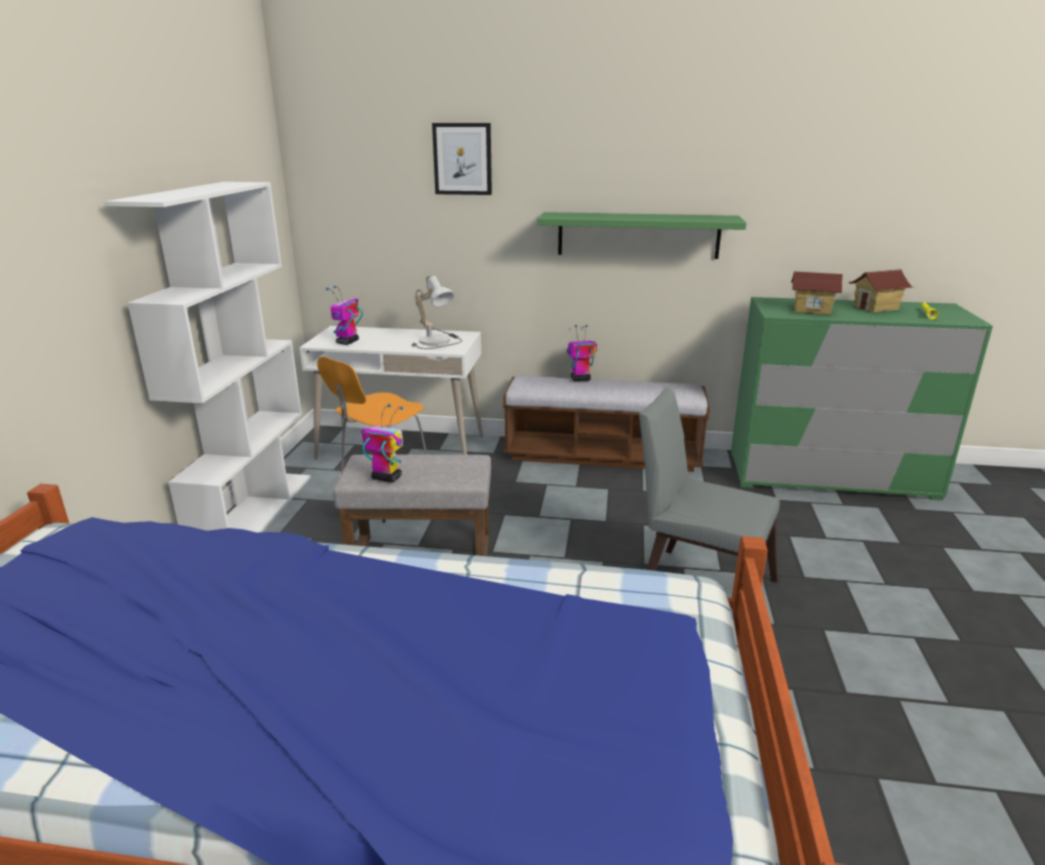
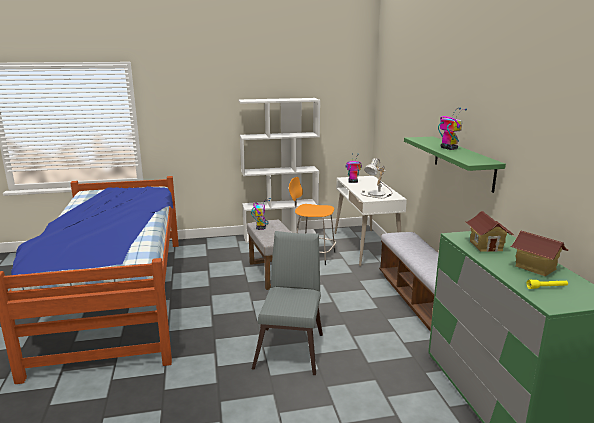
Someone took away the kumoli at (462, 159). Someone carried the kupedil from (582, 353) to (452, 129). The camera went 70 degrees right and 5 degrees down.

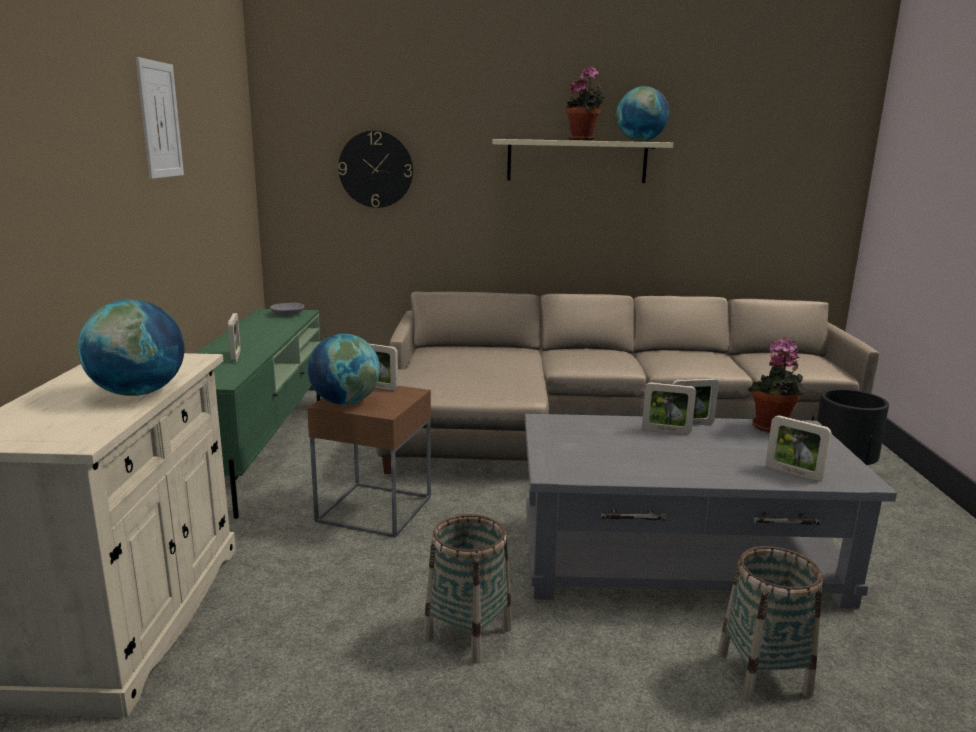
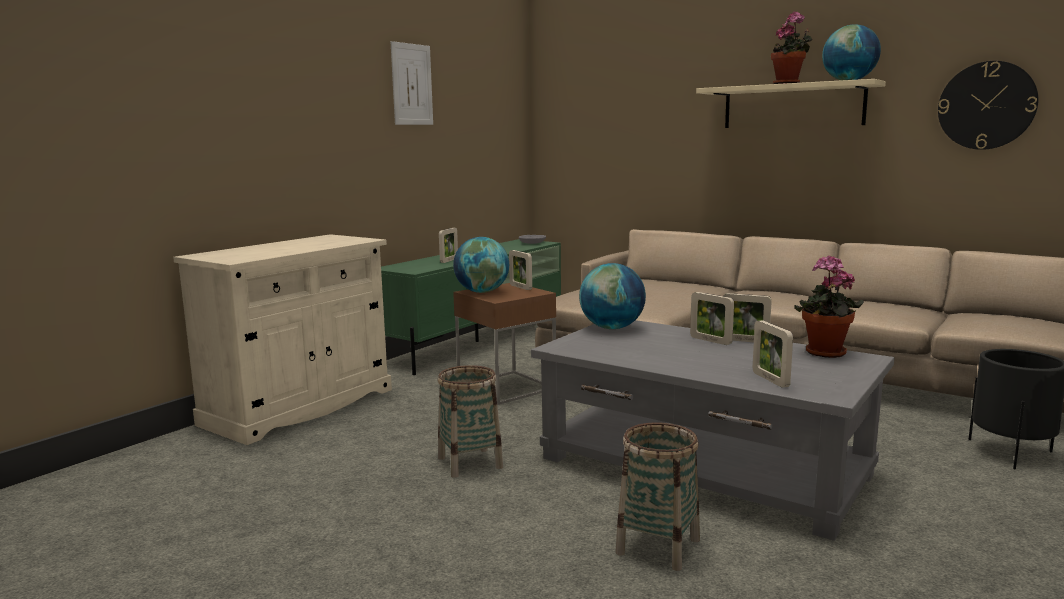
Someone carried the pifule from (131, 347) to (612, 296). Someone carried the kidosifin from (375, 169) to (988, 105). The camera went 35 degrees right and 5 degrees down.

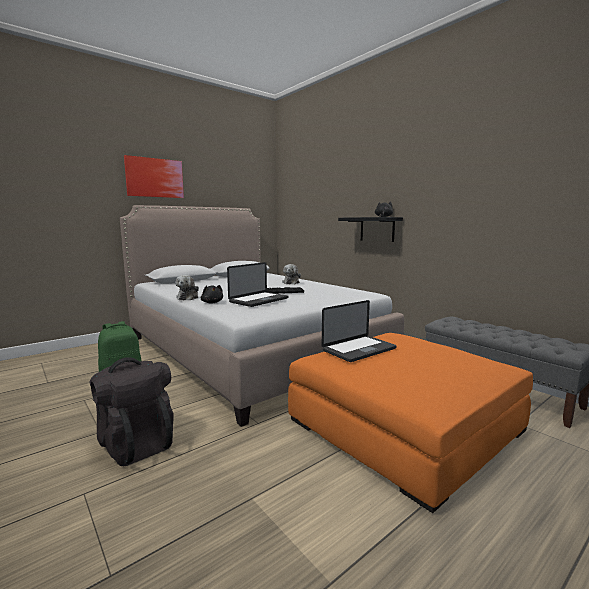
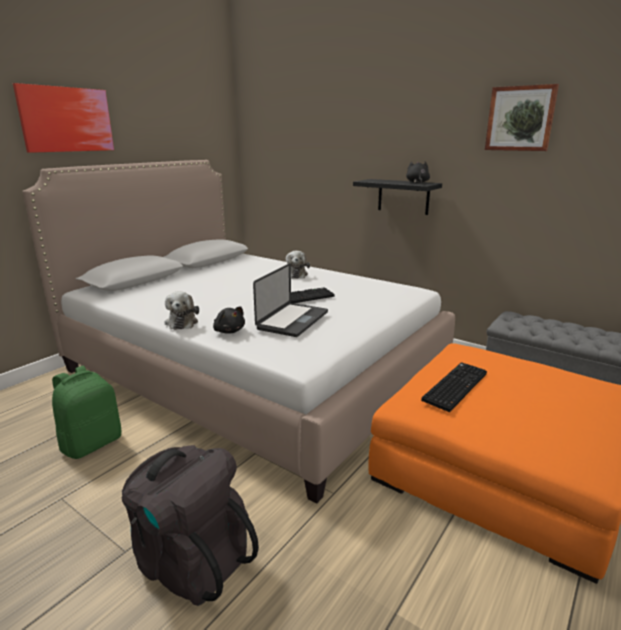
Someone put up the kumoli at (522, 117). Someone swapped the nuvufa at (359, 331) for the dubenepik at (454, 387). The camera went 15 degrees left and 10 degrees up.

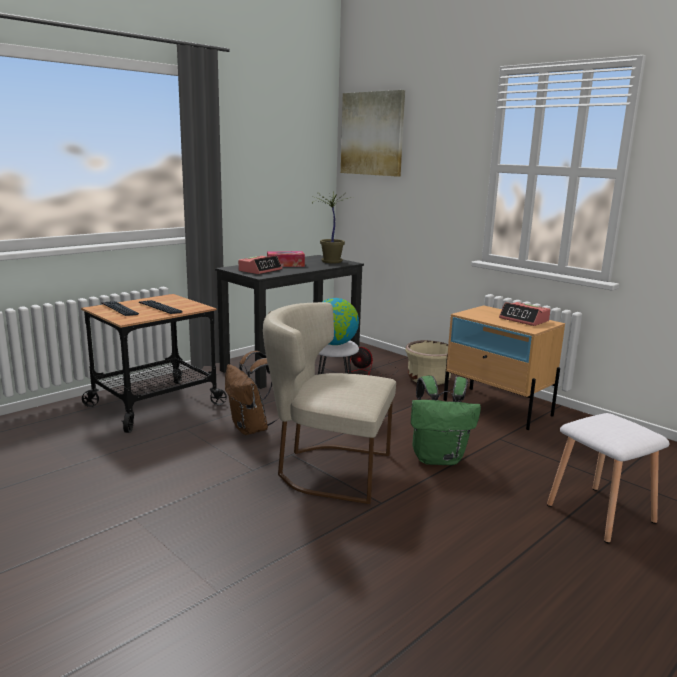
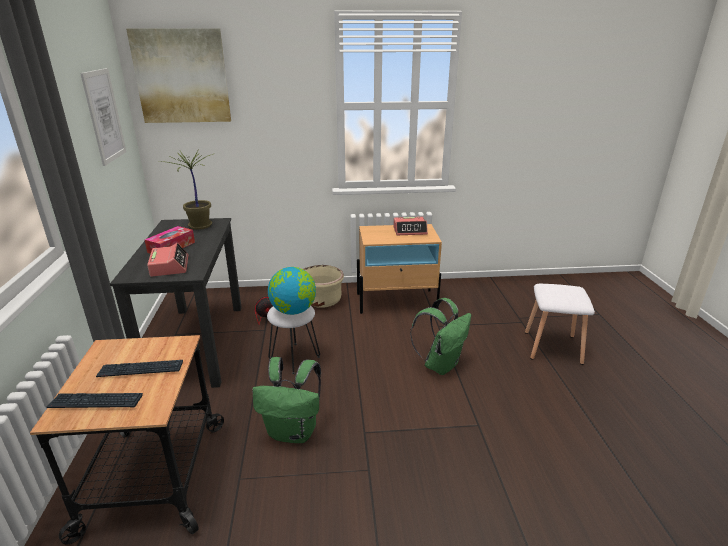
Someone took away the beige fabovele at (329, 403). Someone put up the kumoli at (103, 117). Someone repainted the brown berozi at (252, 393), which became the green berozi at (286, 400). The camera went 50 degrees left and 10 degrees up.

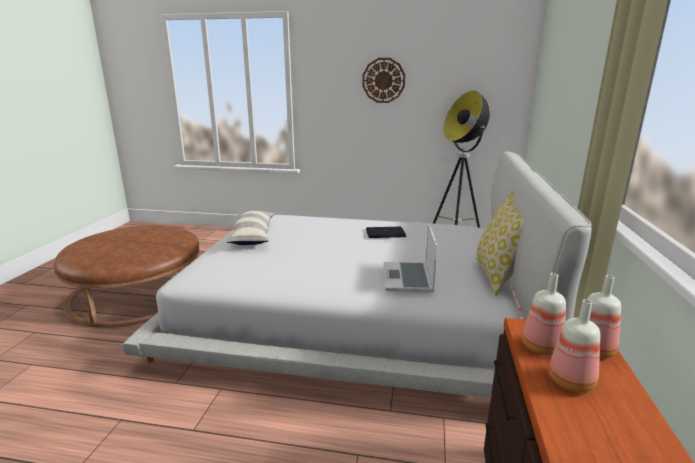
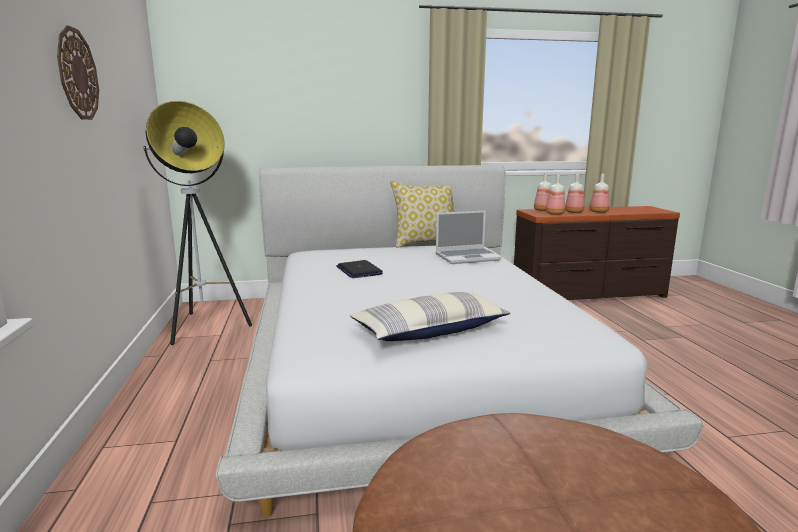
Someone put down the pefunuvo at (599, 193). The camera went 110 degrees left and 5 degrees down.

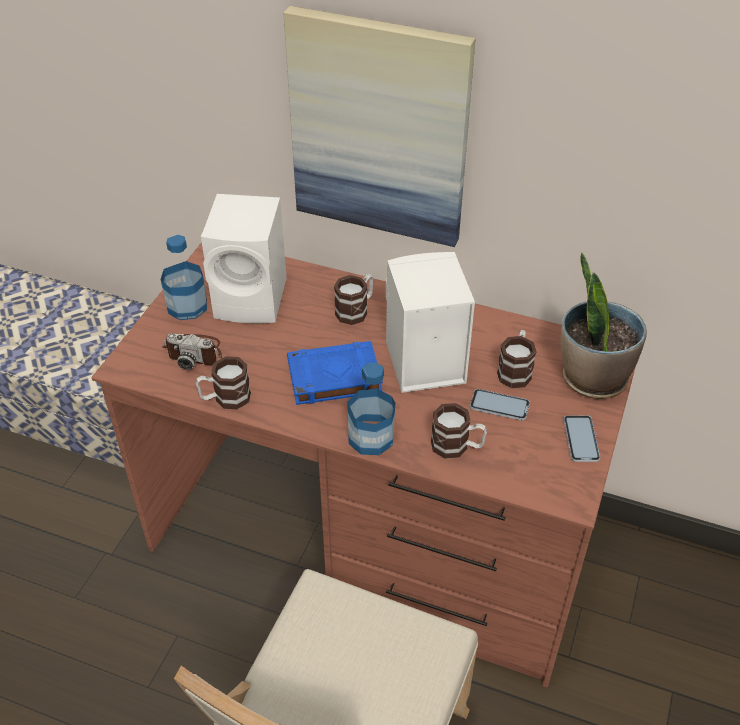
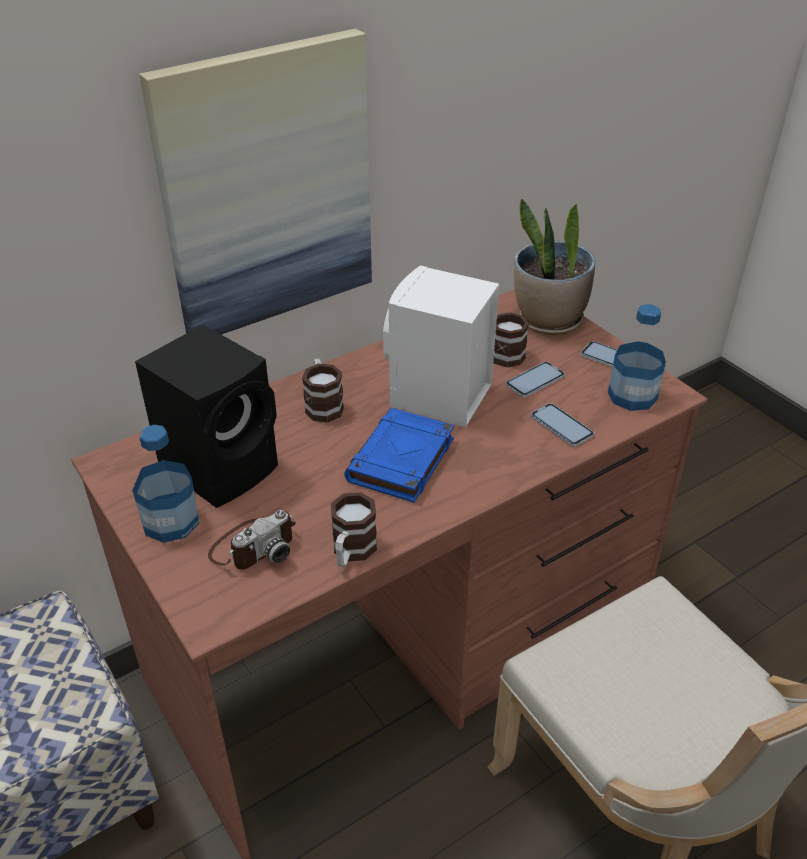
Someone carried the pefunuvo from (371, 408) to (637, 357). Someone swapped the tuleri at (459, 431) for the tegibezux at (562, 425). Someone repainted the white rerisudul at (243, 258), which became the black rerisudul at (206, 416). The camera went 55 degrees left and 5 degrees down.

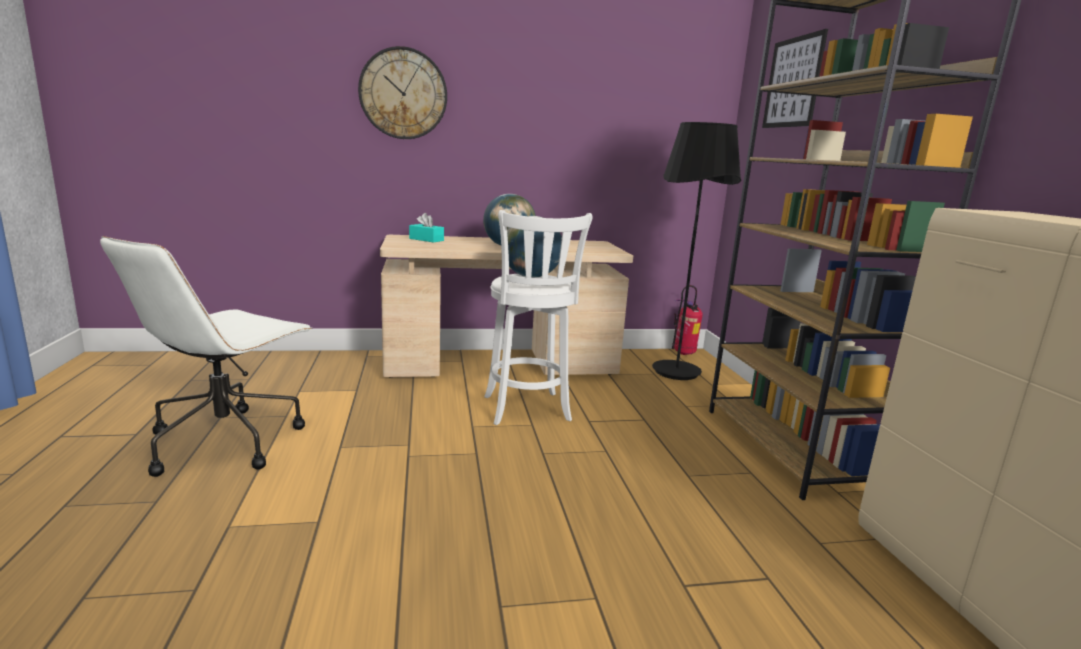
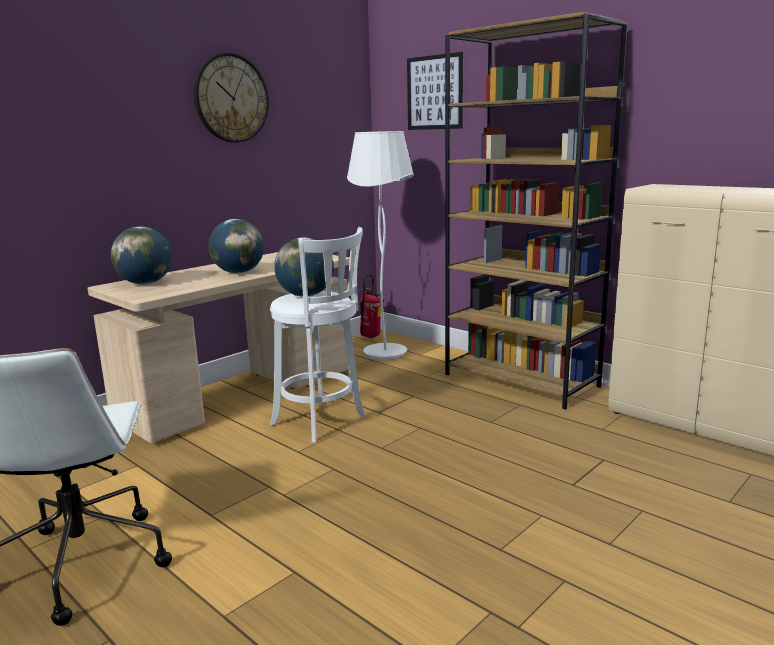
Someone carried the kidosifin from (402, 92) to (231, 98). Someone swapped the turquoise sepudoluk at (426, 228) for the pifule at (141, 255). Someone repainted the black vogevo at (696, 251), which became the white vogevo at (380, 245). The camera went 35 degrees left and 0 degrees up.

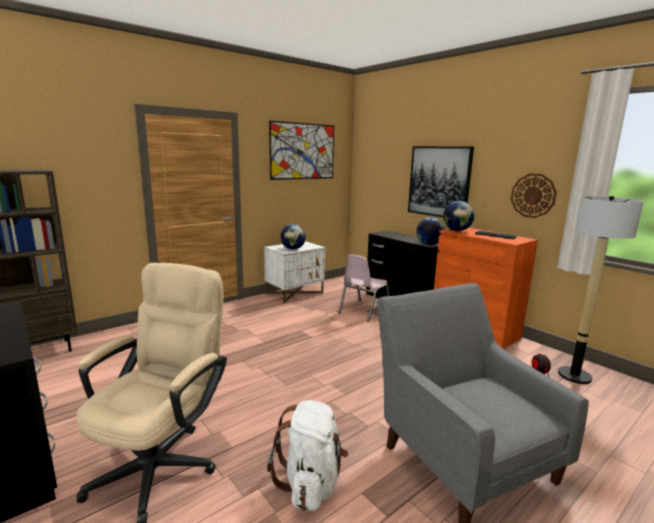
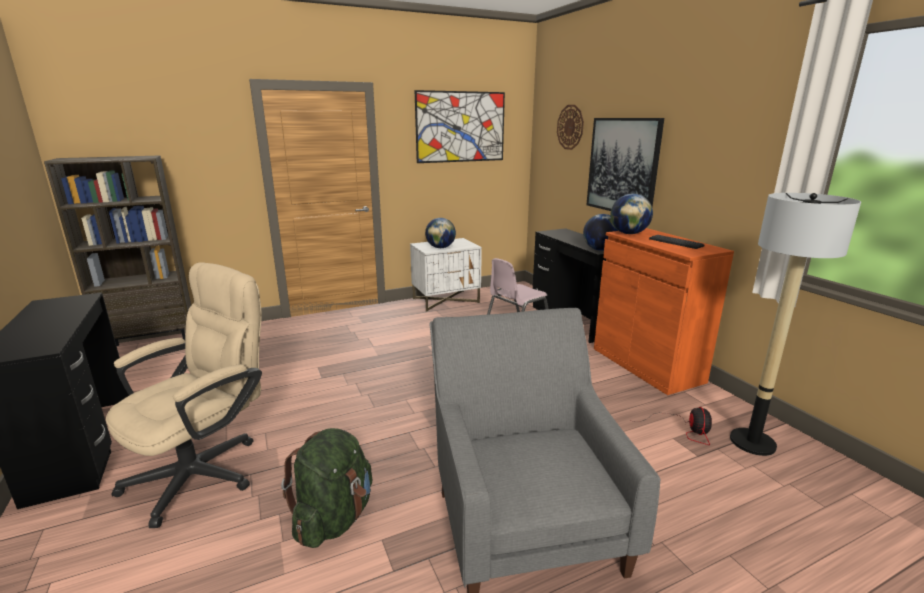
Someone carried the kidosifin from (534, 195) to (570, 127). Someone repainted the white berozi at (307, 455), which became the green berozi at (326, 488). The camera went 15 degrees right and 5 degrees up.

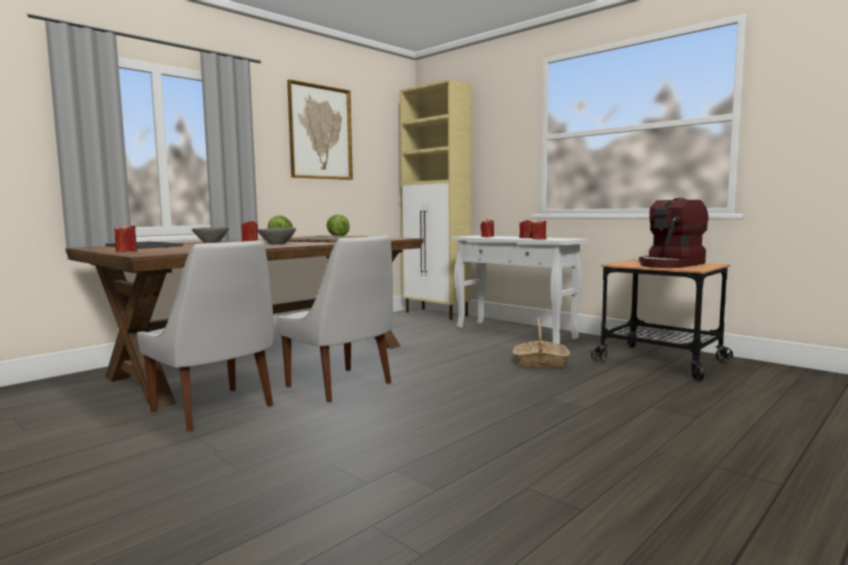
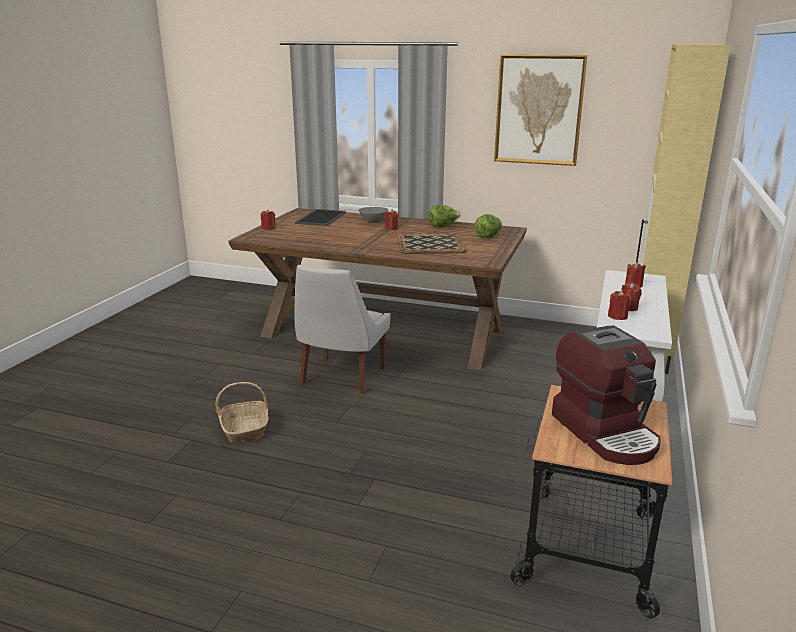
Someone took away the white fabovele at (205, 336). Someone took away the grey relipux at (276, 236). Someone carried the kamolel from (541, 342) to (242, 412). Someone rotated the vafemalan at (673, 233) by 135 degrees counterclockwise. The camera went 65 degrees right and 15 degrees up.

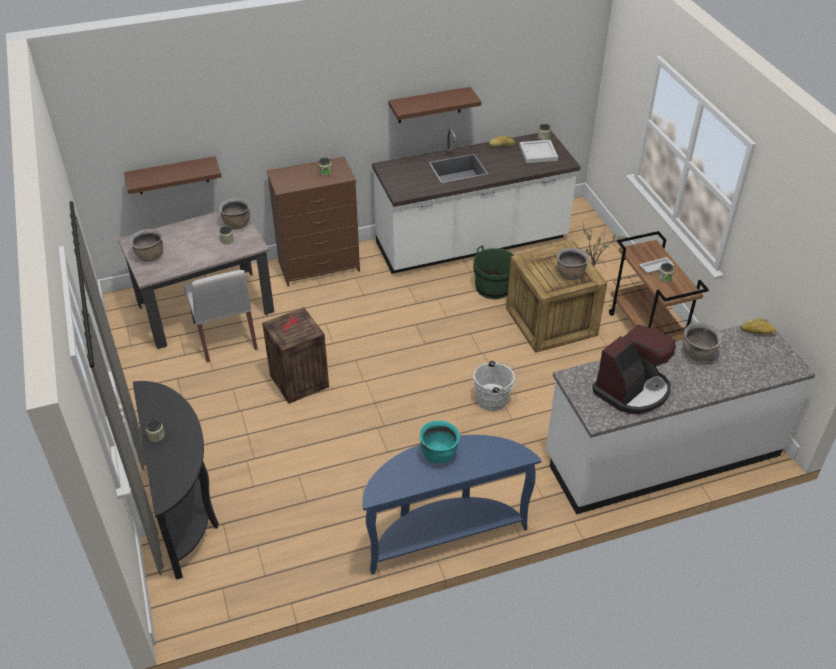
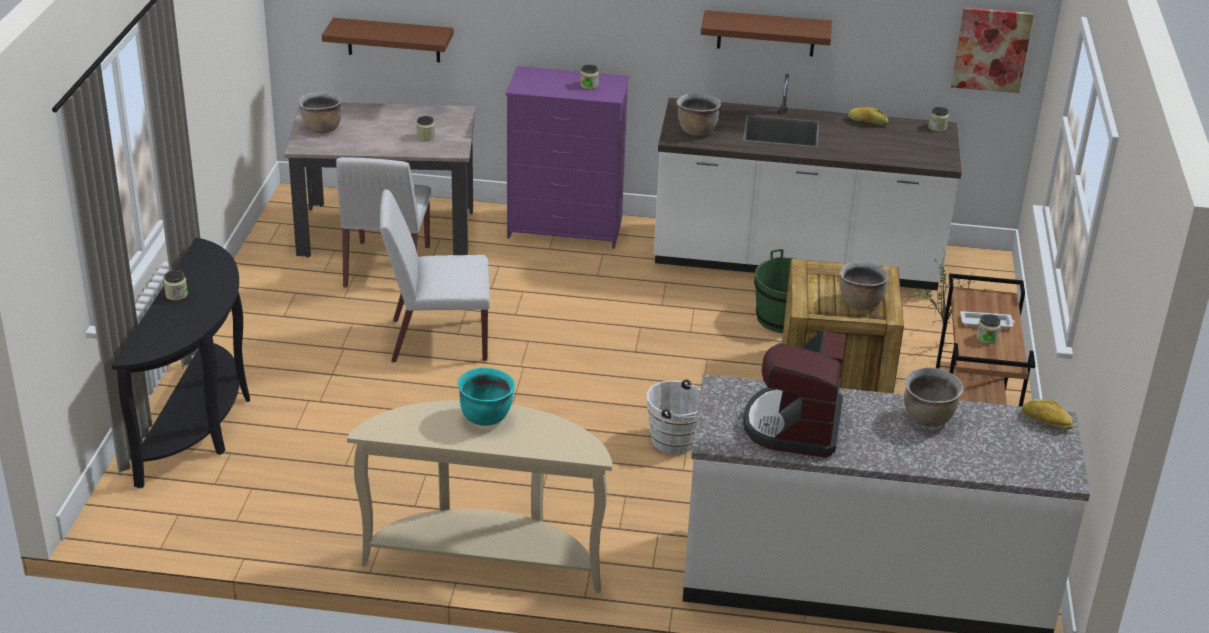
Someone took away the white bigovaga at (538, 151). Someone put up the kumoli at (992, 50). Someone carried the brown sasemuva from (234, 213) to (699, 114). Someone swapped the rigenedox at (295, 355) for the white fabovele at (435, 276). Someone repainted the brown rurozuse at (313, 221), which became the purple rurozuse at (567, 157). Someone repainted the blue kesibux at (451, 505), which became the beige kesibux at (479, 496). Someone rotated the vafemalan at (634, 369) by 120 degrees clockwise. The camera went 25 degrees right and 10 degrees down.

